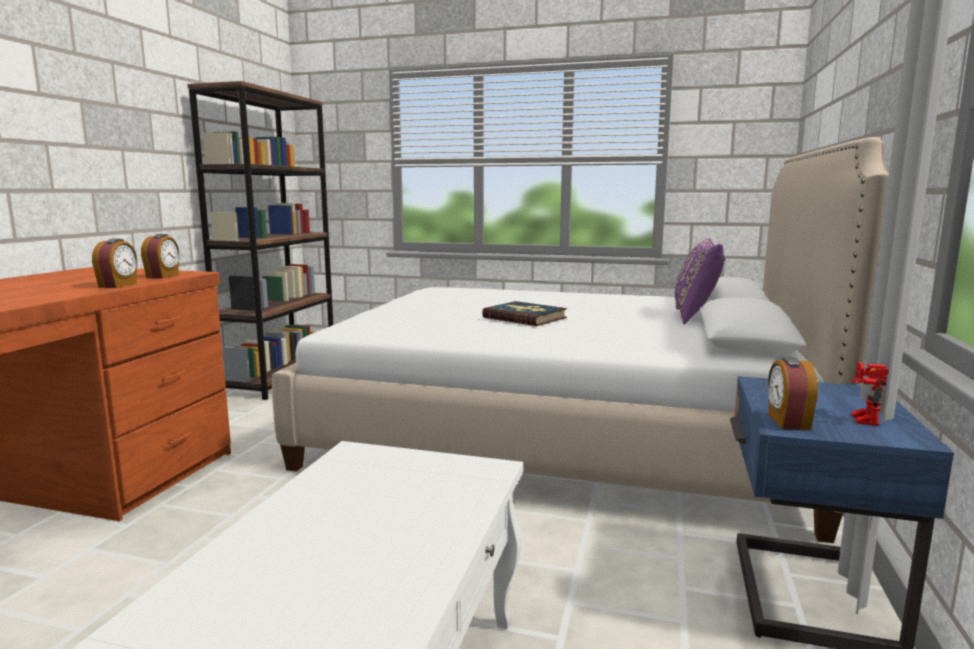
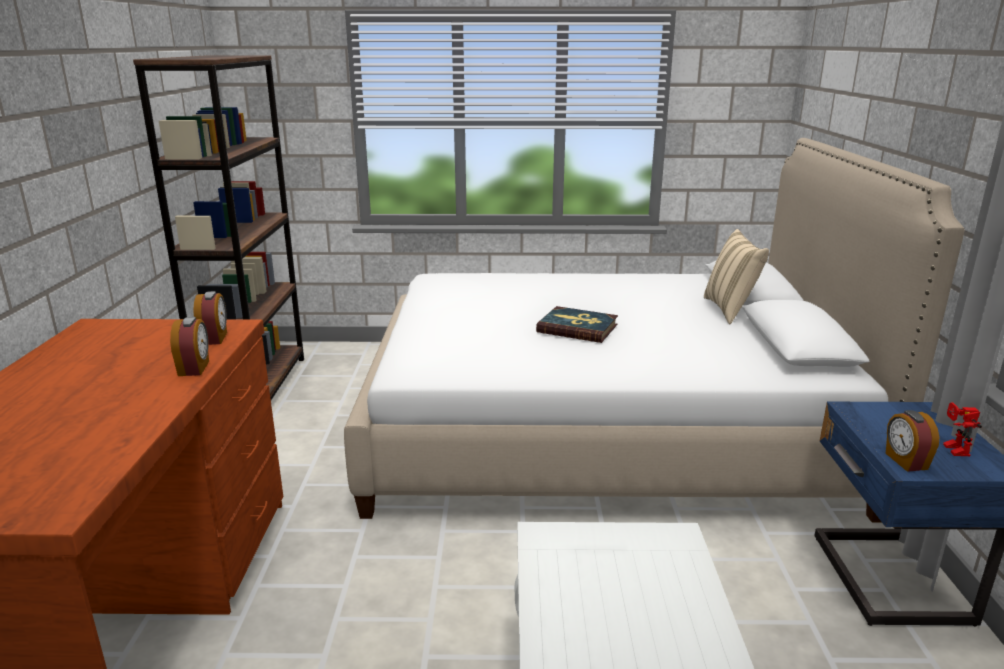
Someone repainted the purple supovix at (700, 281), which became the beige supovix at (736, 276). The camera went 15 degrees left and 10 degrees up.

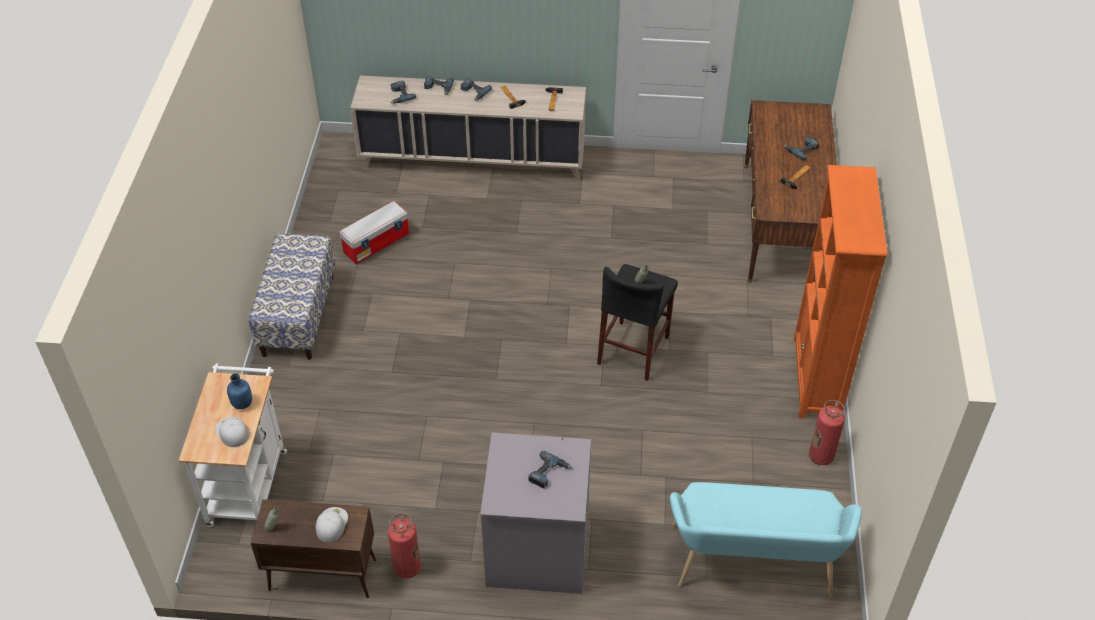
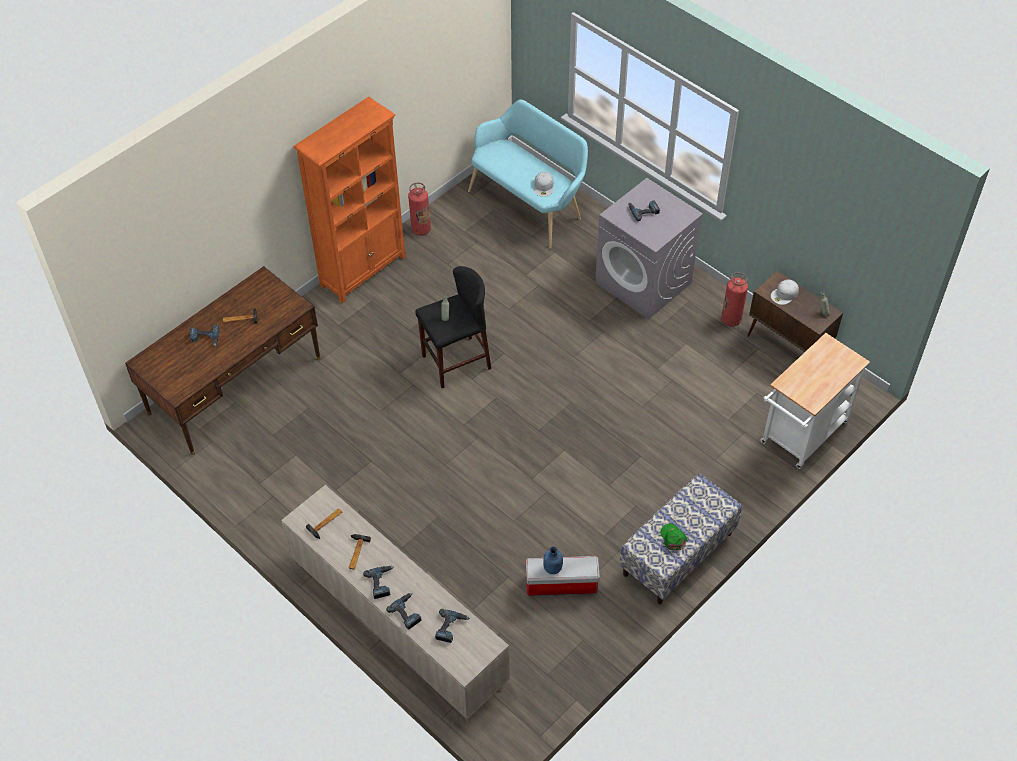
Someone put down the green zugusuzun at (673, 537). Someone carried the white zugusuzun from (232, 432) to (544, 184). Someone carried the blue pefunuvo from (239, 391) to (553, 560). The camera went 140 degrees left and 5 degrees up.

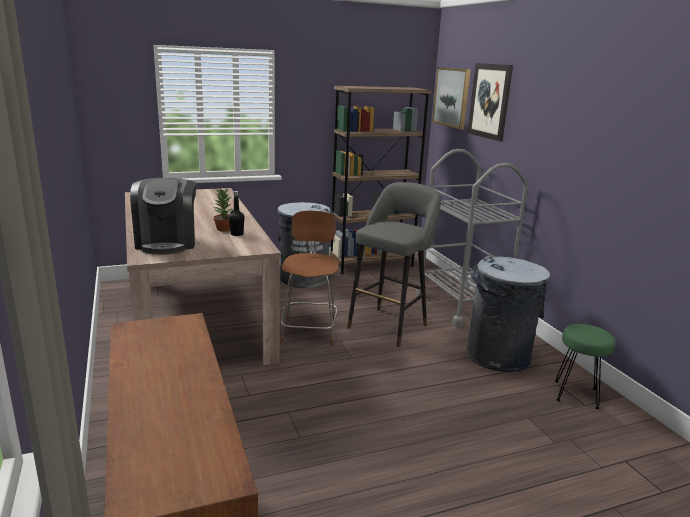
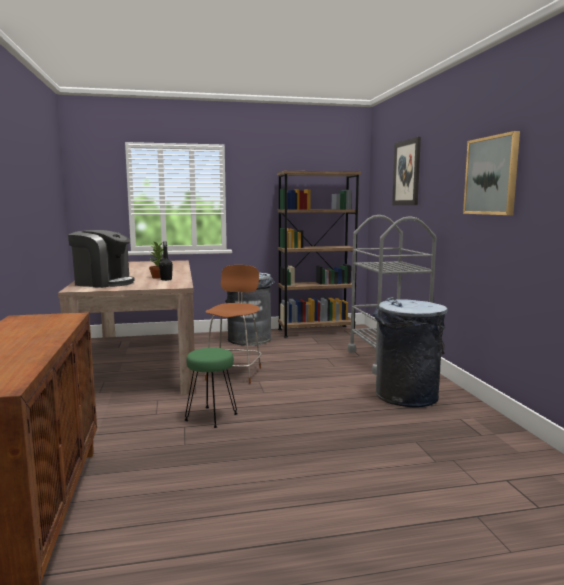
Someone took away the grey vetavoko at (394, 264). Someone carried the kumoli from (451, 98) to (491, 173). Someone carried the green vetavoko from (585, 366) to (211, 388). Someone rotated the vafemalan at (163, 216) by 75 degrees counterclockwise. The camera went 10 degrees right and 10 degrees down.

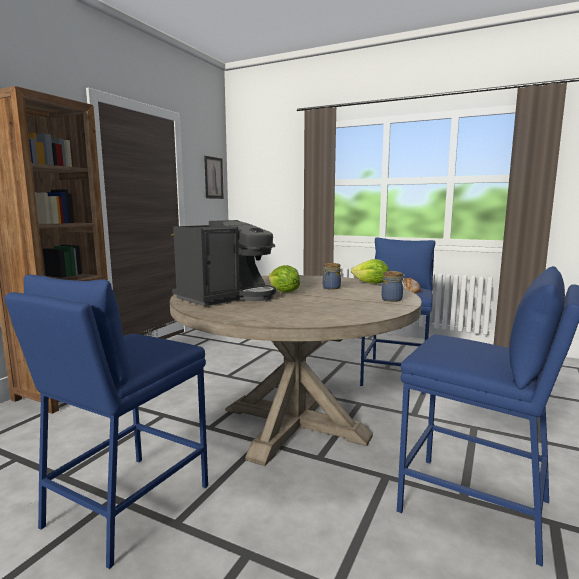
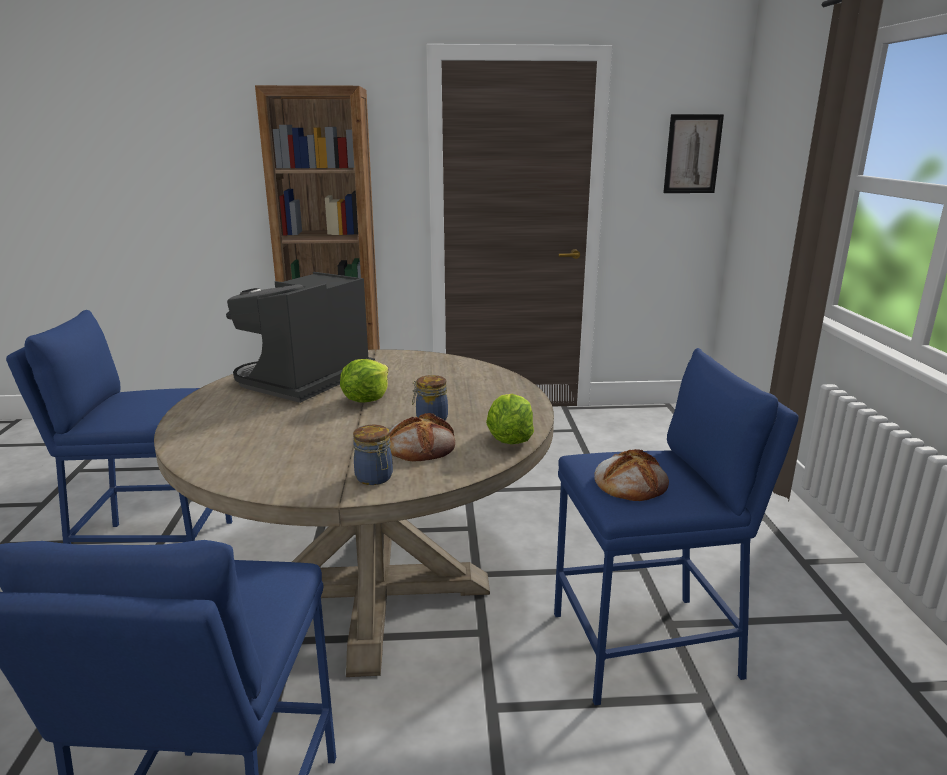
Someone put down the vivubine at (422, 437). Someone rotated the vafemalan at (224, 263) by 105 degrees clockwise. The camera went 60 degrees right and 10 degrees up.

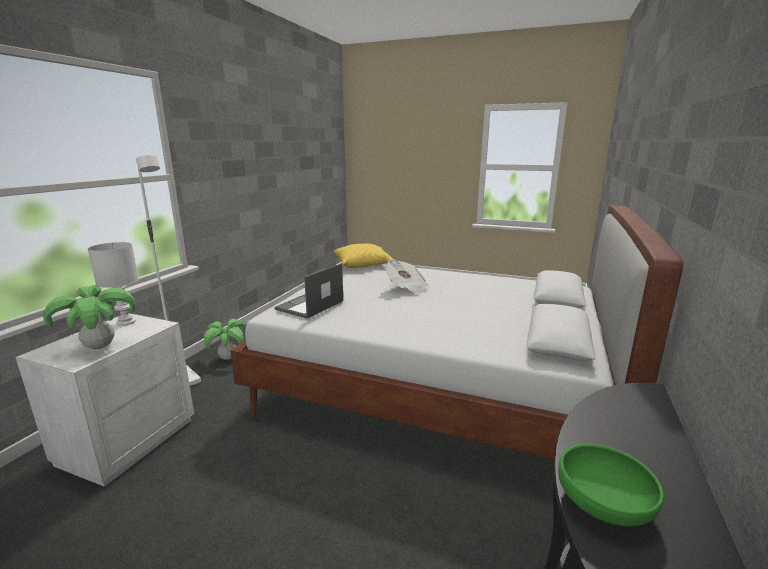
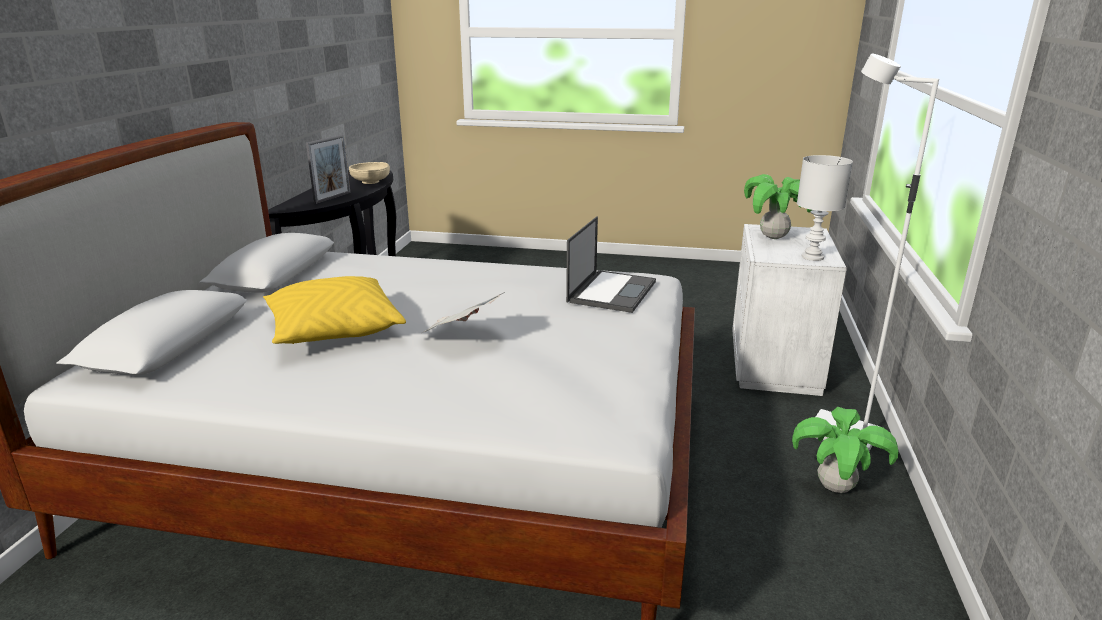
Someone put down the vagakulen at (328, 169). Someone carried the yellow supovix from (364, 256) to (334, 310). Someone repainted the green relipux at (611, 485), which became the beige relipux at (369, 173). The camera went 170 degrees right and 5 degrees up.

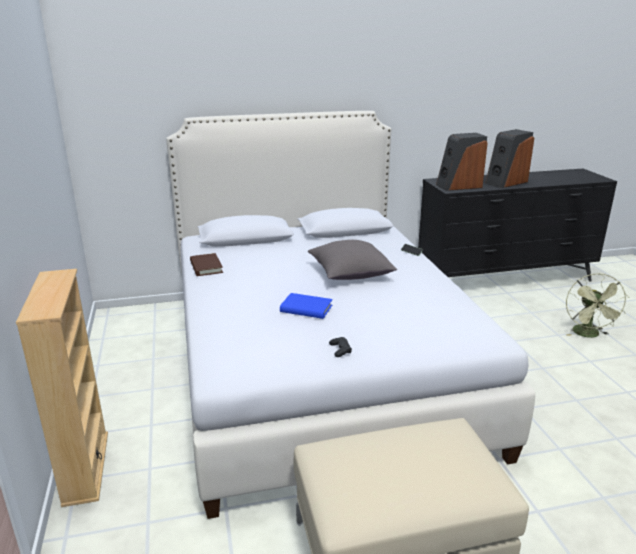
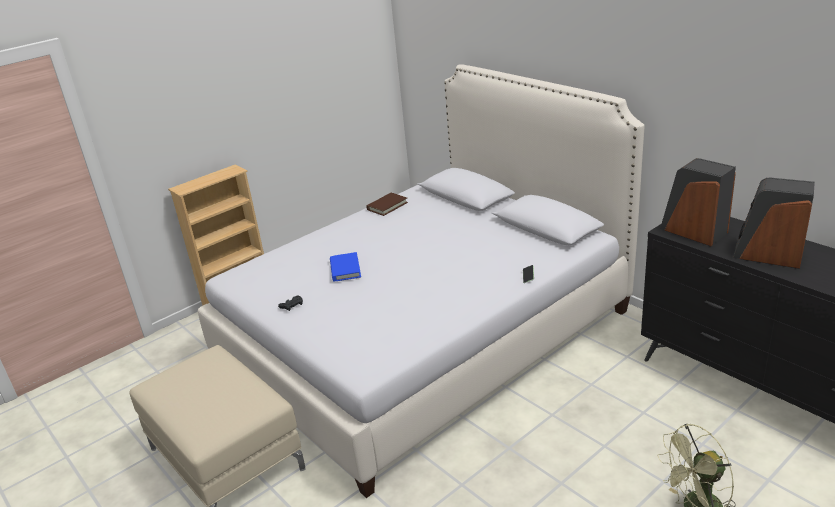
Someone took away the grey supovix at (352, 260). The camera went 65 degrees right and 5 degrees up.

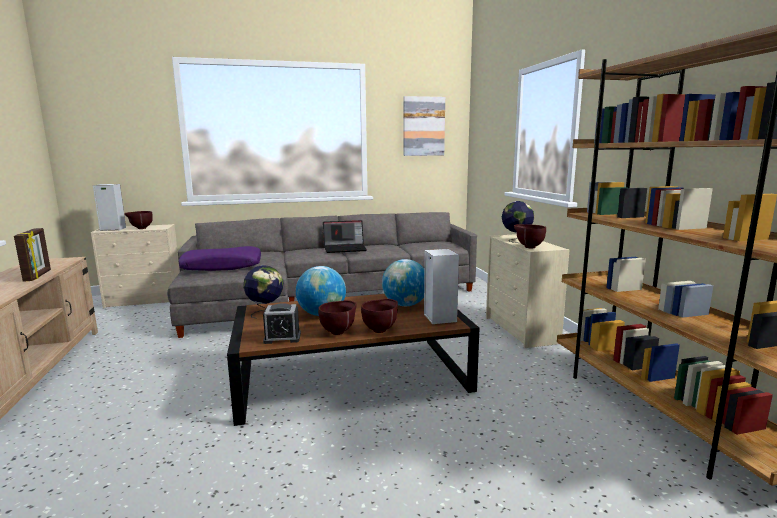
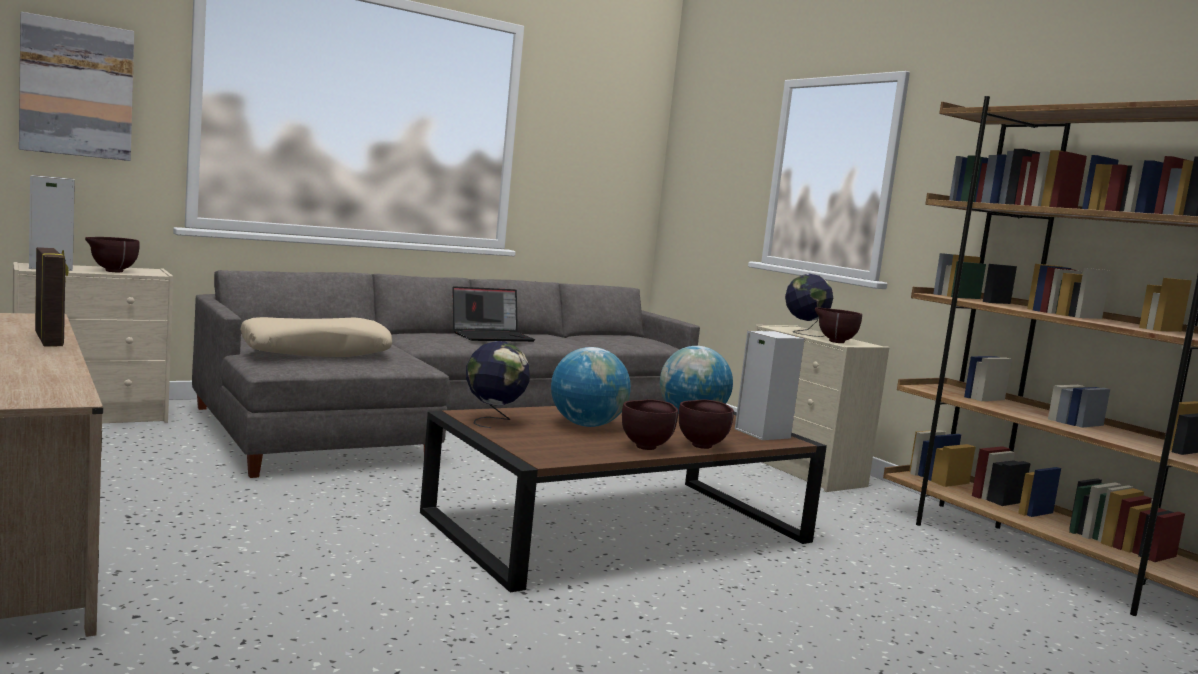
Someone took away the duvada at (282, 323). Someone carried the kumoli from (424, 126) to (76, 86). Someone repainted the purple supovix at (219, 258), which became the beige supovix at (316, 337). The camera went 20 degrees left and 5 degrees down.

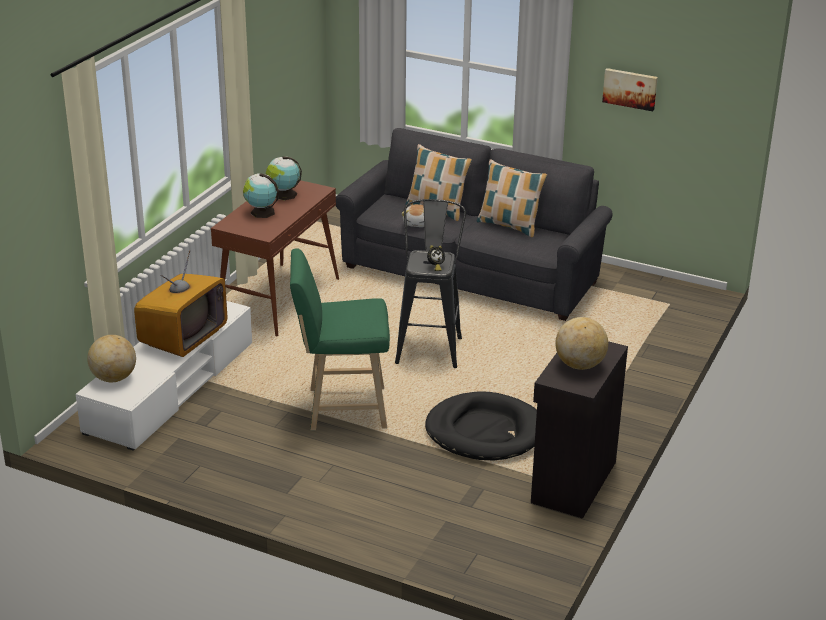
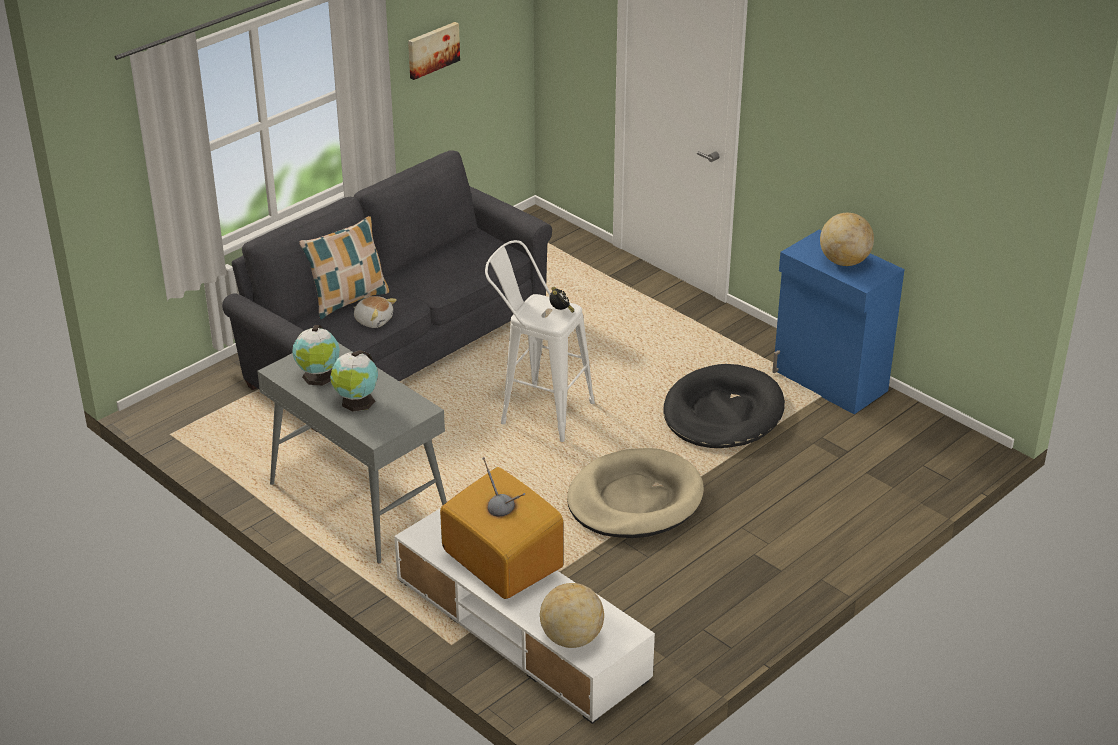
Someone took away the supovix at (512, 198). Someone swapped the green vetavoko at (340, 339) for the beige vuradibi at (635, 493). Someone repainted the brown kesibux at (275, 258), which became the grey kesibux at (352, 453). Someone repainted the black vetavoko at (430, 283), which became the white vetavoko at (540, 341). Someone repainted the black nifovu at (579, 430), which became the blue nifovu at (838, 322). The camera went 70 degrees left and 5 degrees up.

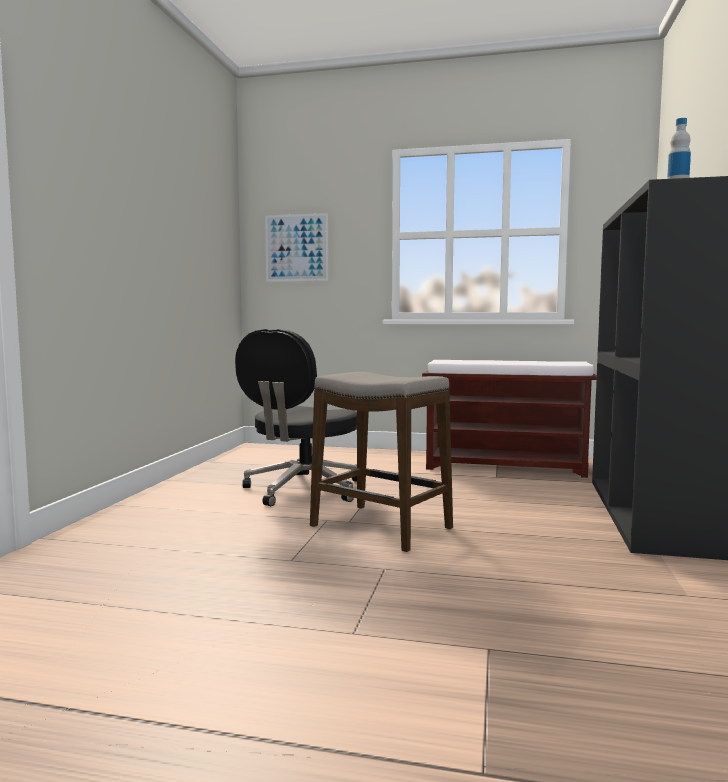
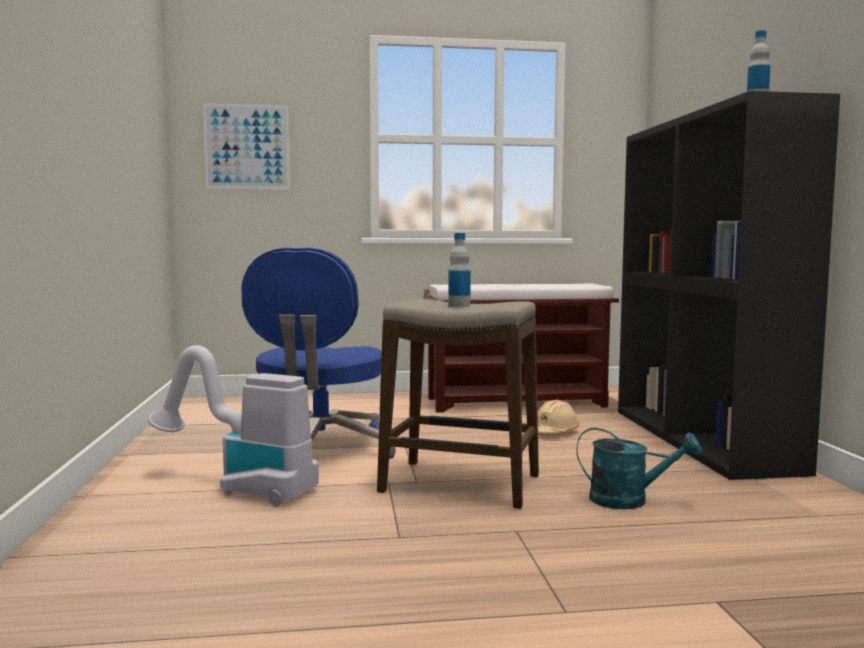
Someone put down the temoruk at (233, 426). Someone put down the pefunuvo at (459, 270). Someone put down the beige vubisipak at (558, 416). Someone put down the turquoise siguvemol at (639, 468). Someone repainted the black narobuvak at (296, 417), which became the blue narobuvak at (318, 353). The camera went 20 degrees left and 0 degrees up.

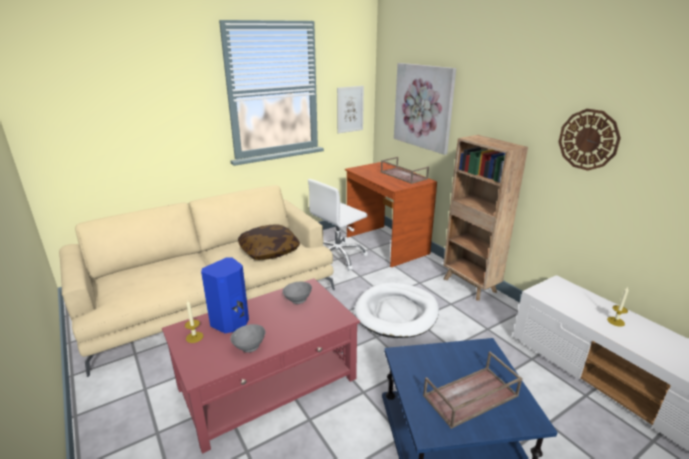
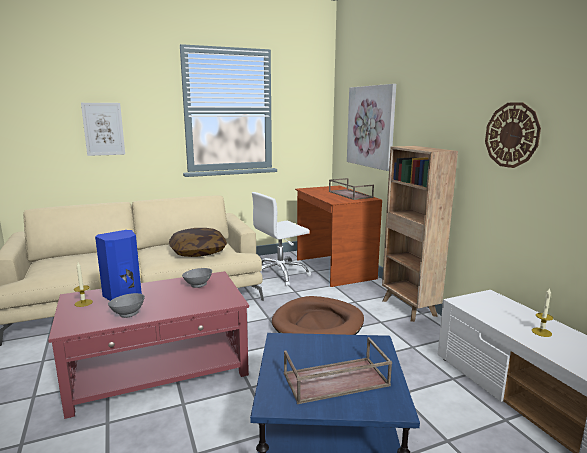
Someone carried the kumoli from (350, 109) to (103, 129). Someone repainted the white vuradibi at (396, 310), which became the brown vuradibi at (318, 315). The camera went 10 degrees right and 10 degrees down.

